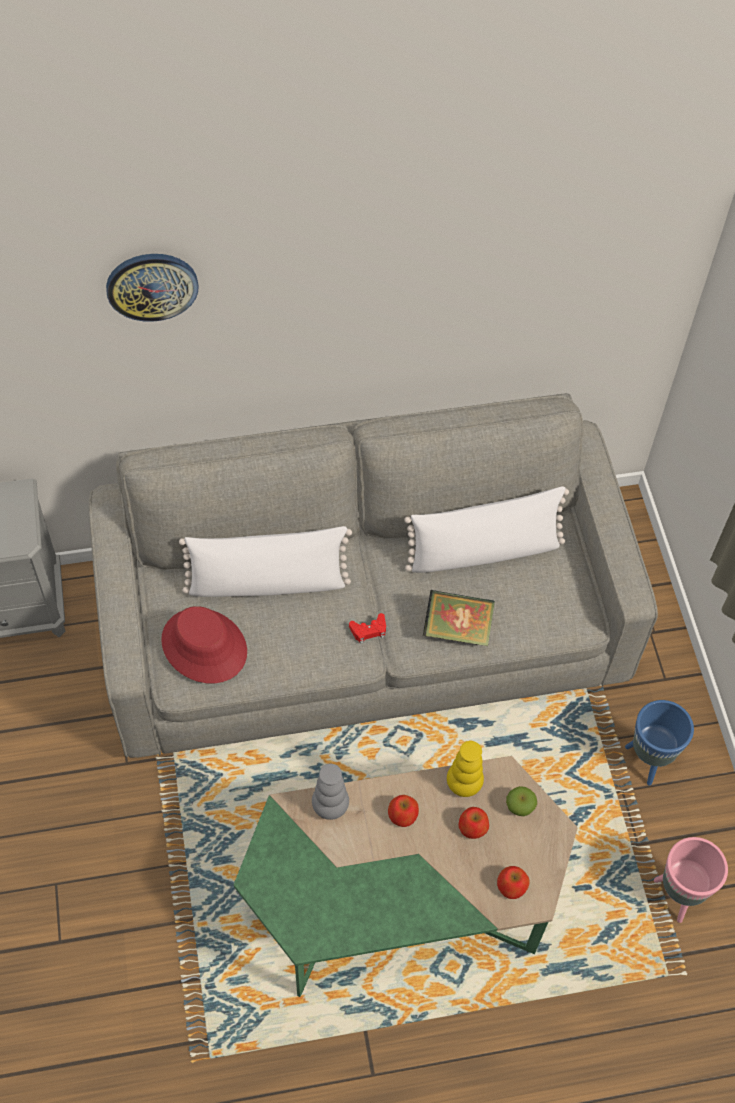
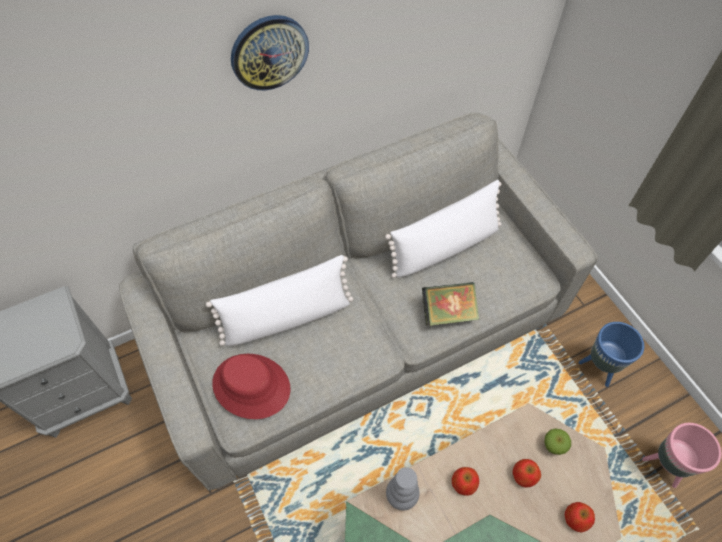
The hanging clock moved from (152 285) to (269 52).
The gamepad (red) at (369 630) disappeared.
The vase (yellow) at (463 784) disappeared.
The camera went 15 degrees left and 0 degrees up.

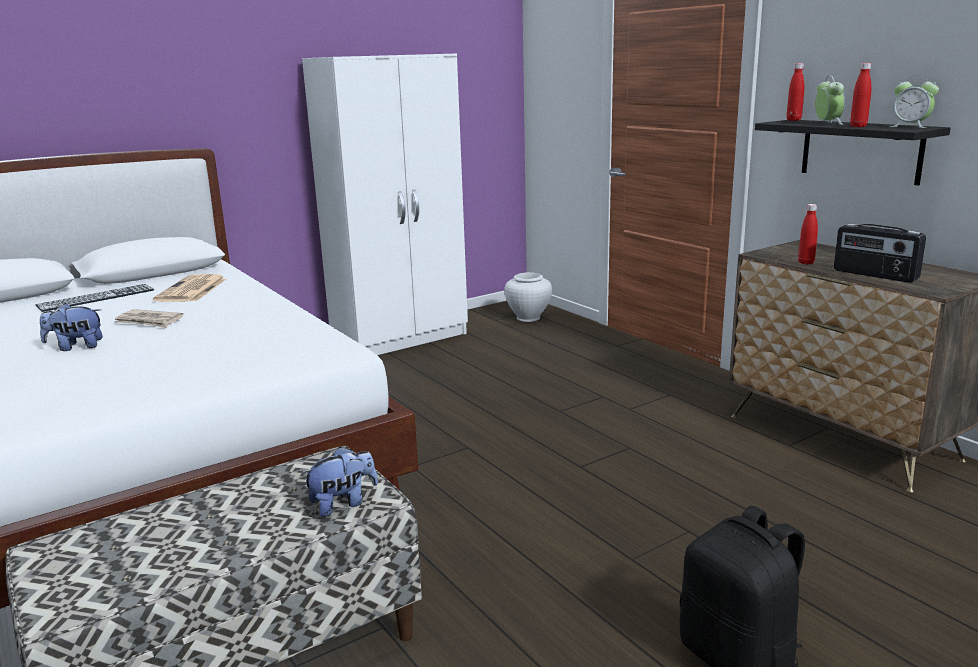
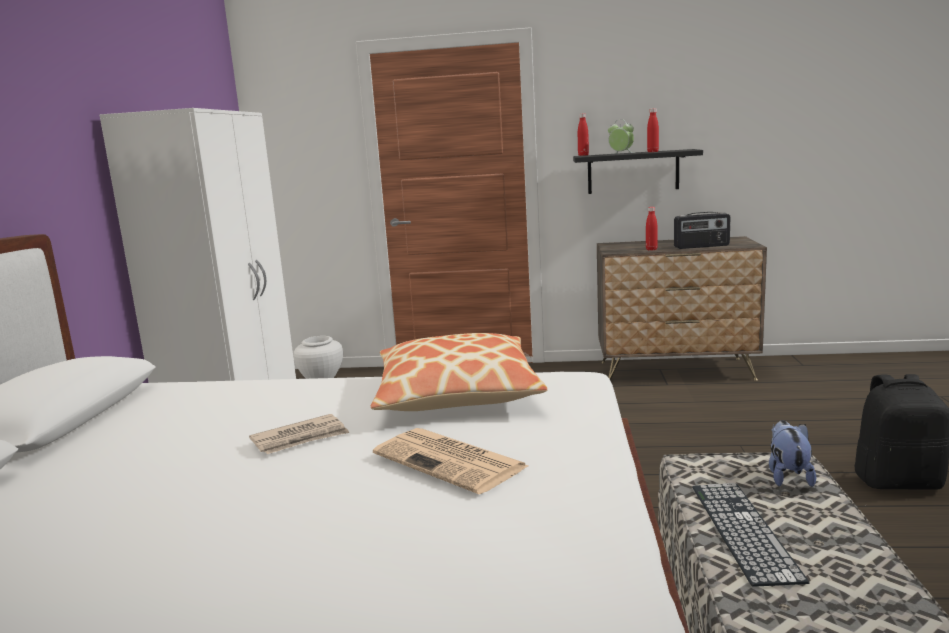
The bedside clock at (910 126) disappeared.
The printed paper moved from (191 290) to (451 461).
The keyboard moved from (96 298) to (743 530).
The cuddly toy at (76 347) disappeared.
The pillow at (456 393) appeared.
The camera went 50 degrees left and 5 degrees down.

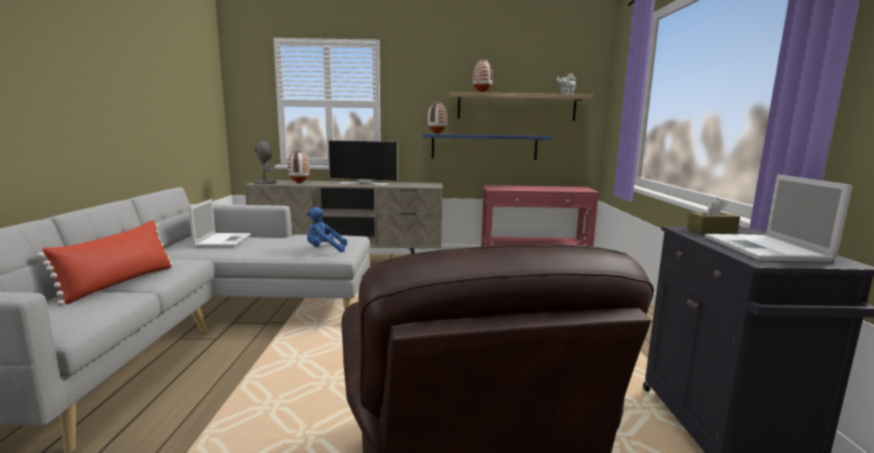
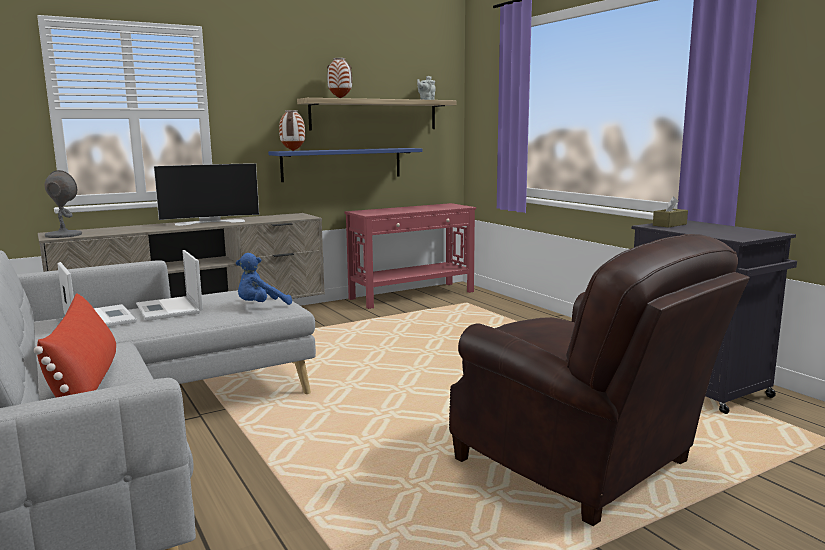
The vase at (299 183) disappeared.
The notebook computer moved from (766 249) to (169 309).
The camera went 30 degrees left and 0 degrees up.

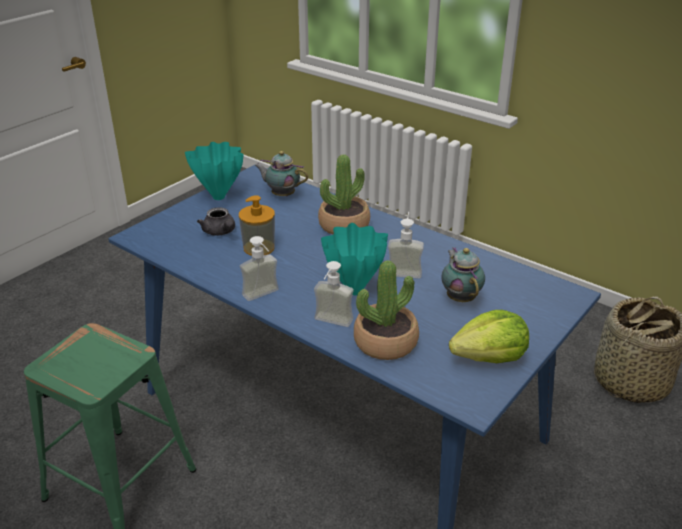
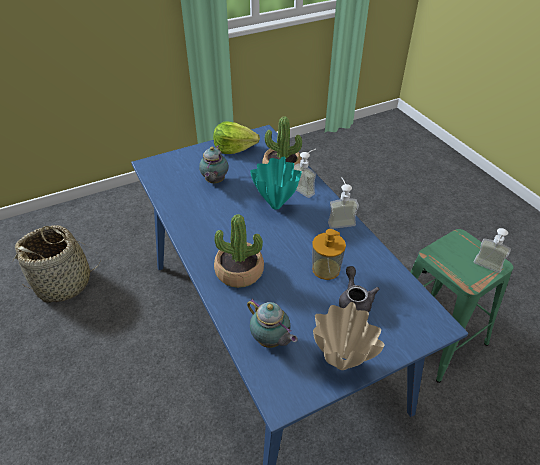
The vase (turquoise) at (220 197) became the vase (beige-coloured) at (340 363).
The soap bottle moved from (404 270) to (485 268).
The camera went 155 degrees left and 10 degrees up.

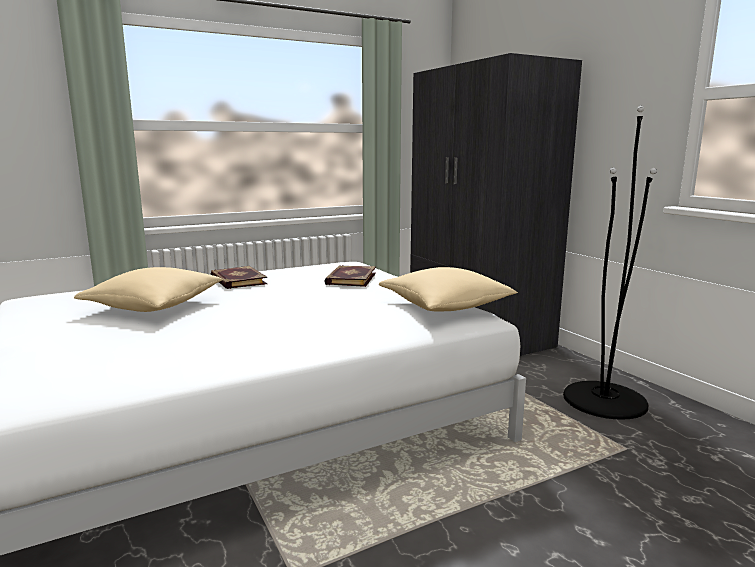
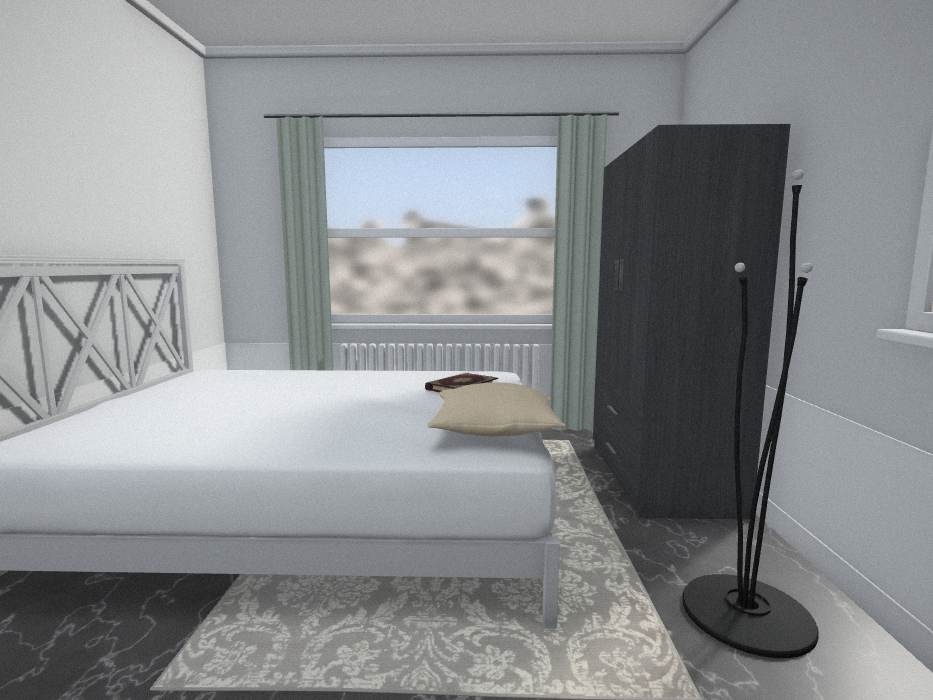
The bound book at (237 280) disappeared.
The pillow (beige-coloured) at (154 306) disappeared.
The camera went 30 degrees right and 5 degrees down.

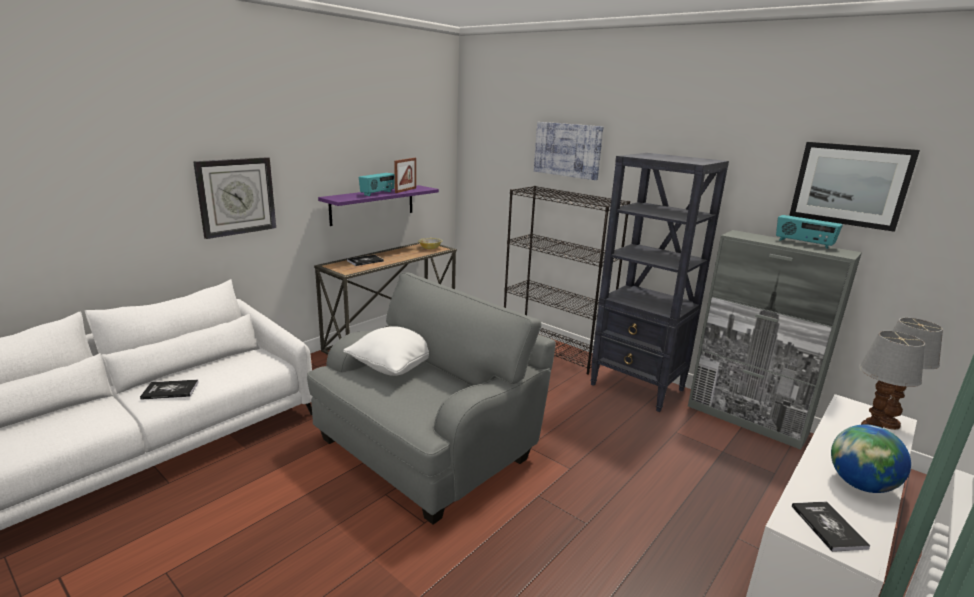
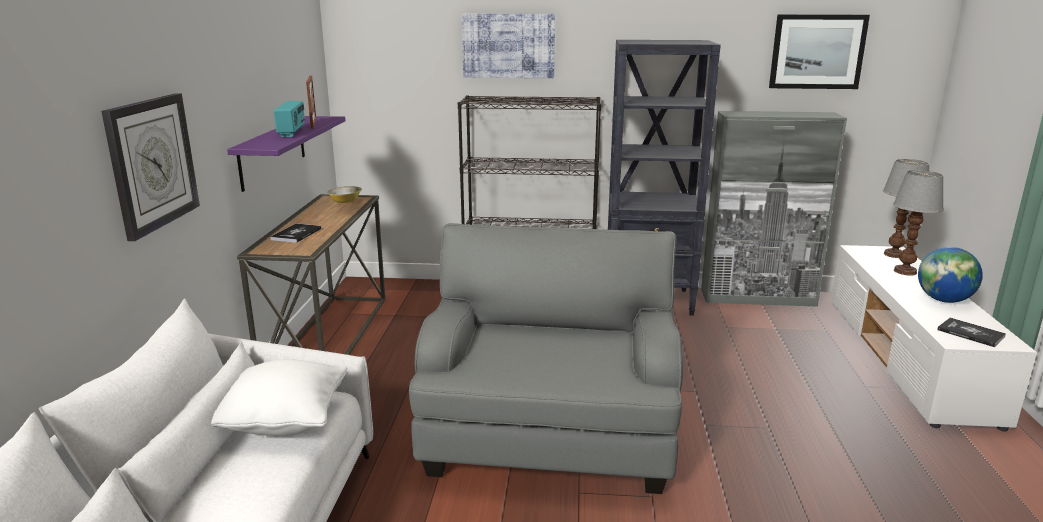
The radio at (803 243) disappeared.
The pillow (whitish) moved from (394 367) to (285 422).
The bound book at (170 390) disappeared.
The camera went 35 degrees left and 0 degrees up.

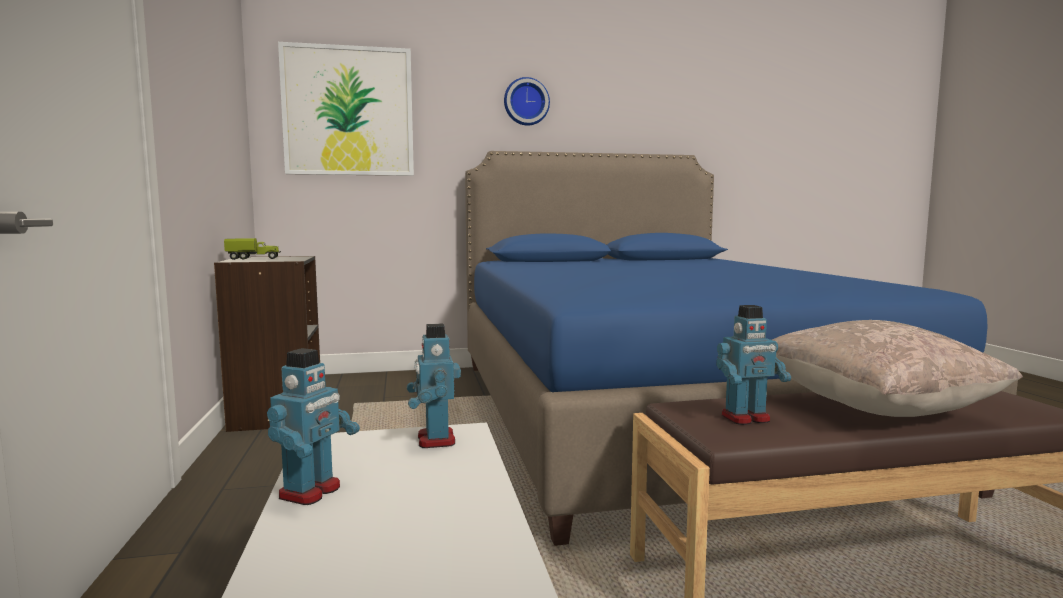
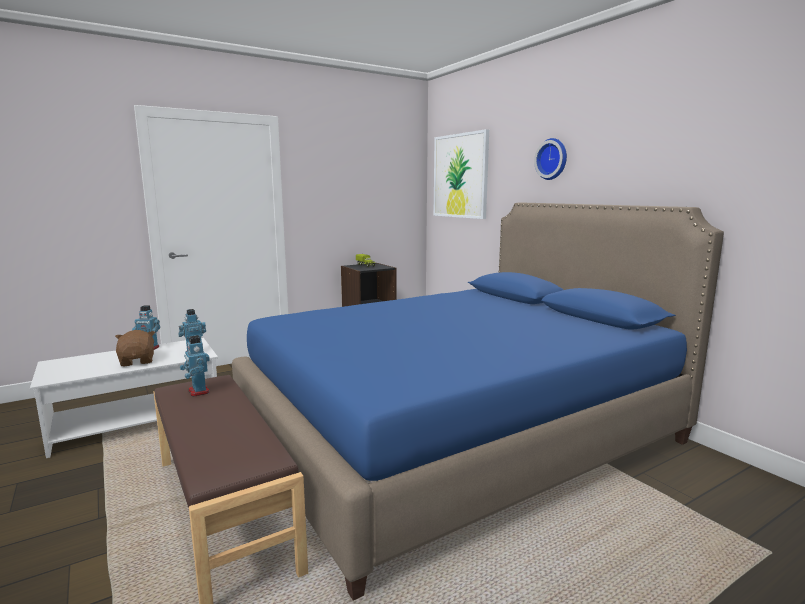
The pillow (beige-coloured) at (875 409) disappeared.
The cuddly toy (brown) at (138 361) appeared.
The camera went 70 degrees right and 5 degrees up.

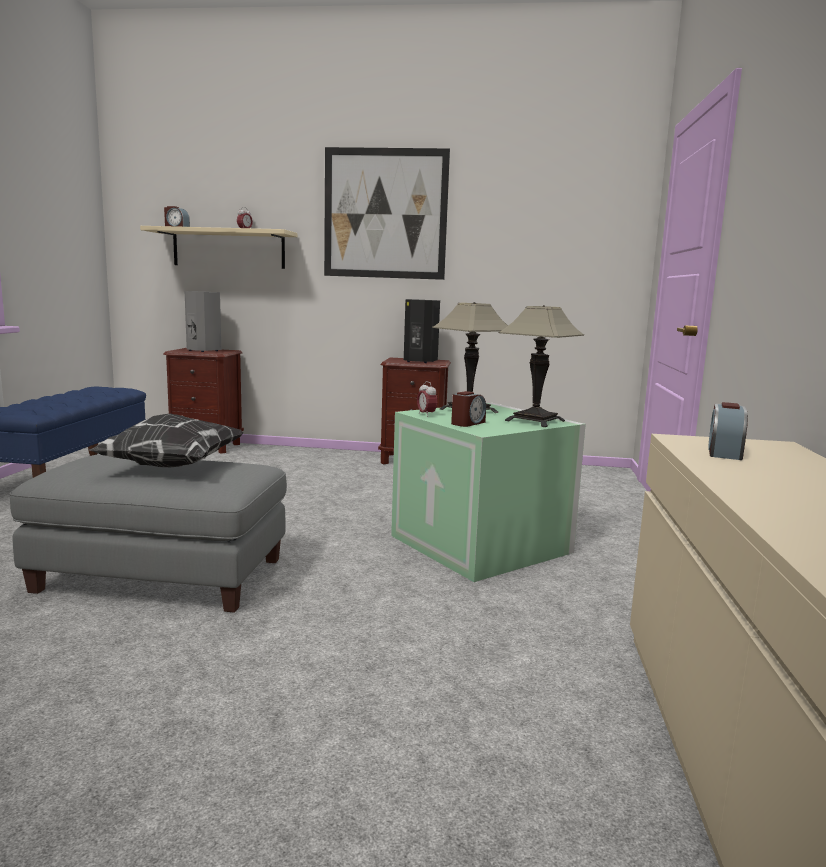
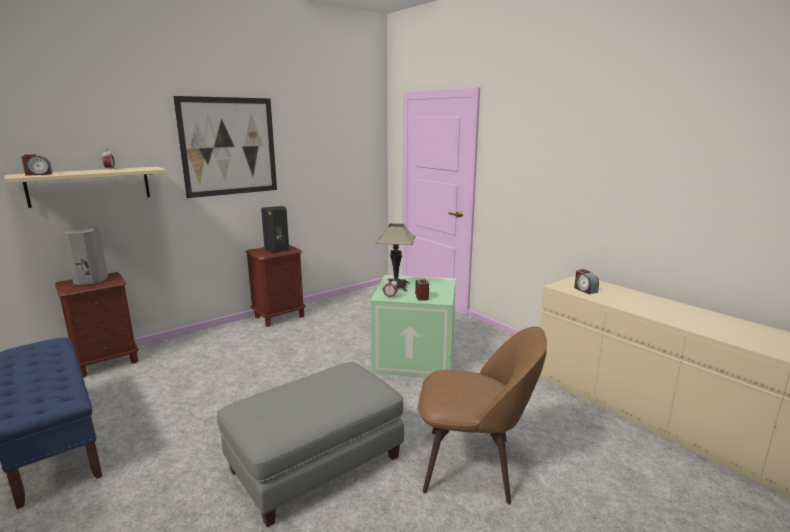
The table lamp at (535 421) disappeared.
The pillow at (171 466) disappeared.
The upright chair (brown) at (473 464) appeared.
The camera went 45 degrees left and 5 degrees up.

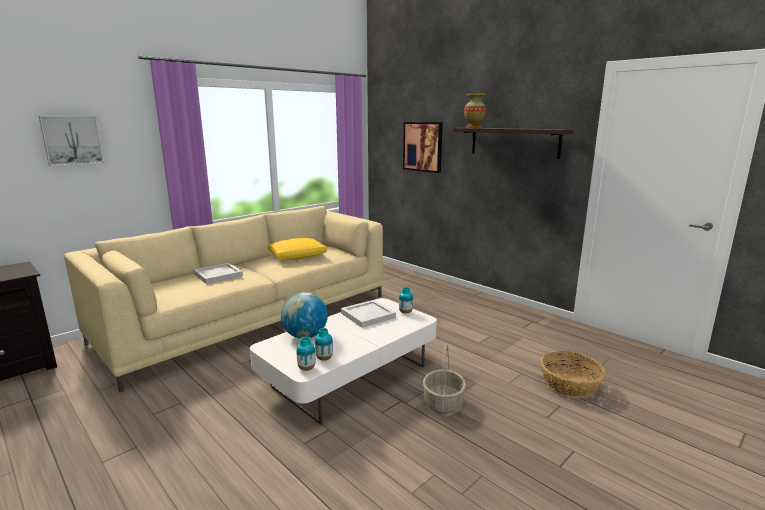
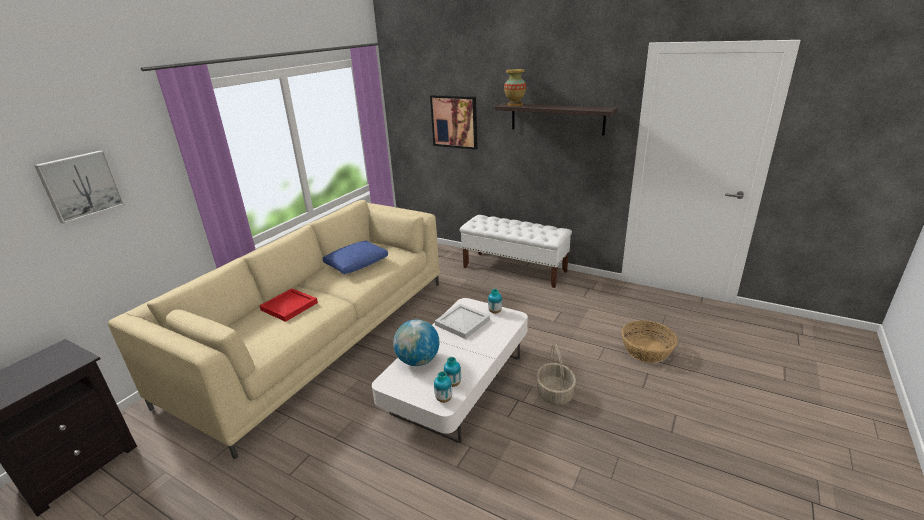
The pillow (yellow) at (298 256) became the pillow (bluish) at (357 264).
The serving tray (whitish) at (217 275) became the serving tray (red) at (289 307).
The long seat (whitish) at (514 269) appeared.
The camera went 15 degrees left and 10 degrees up.

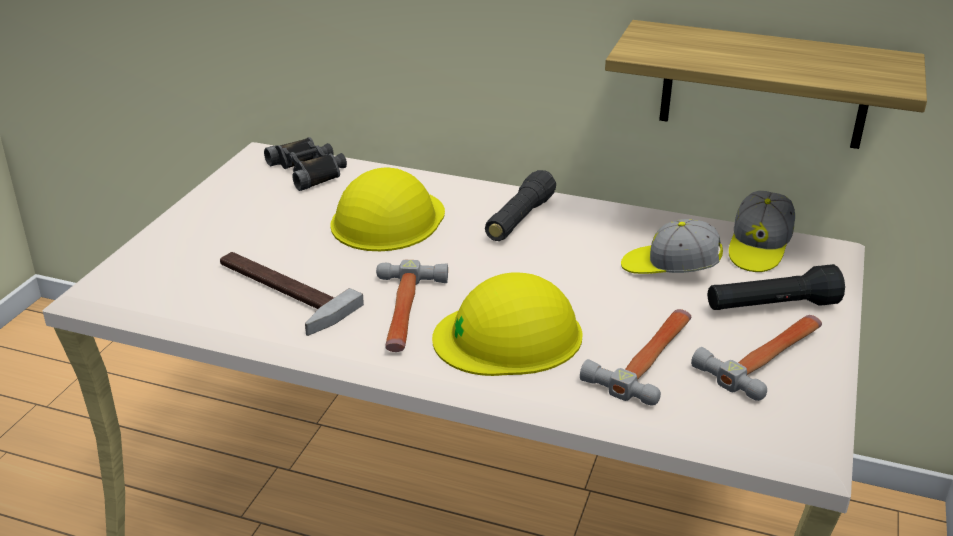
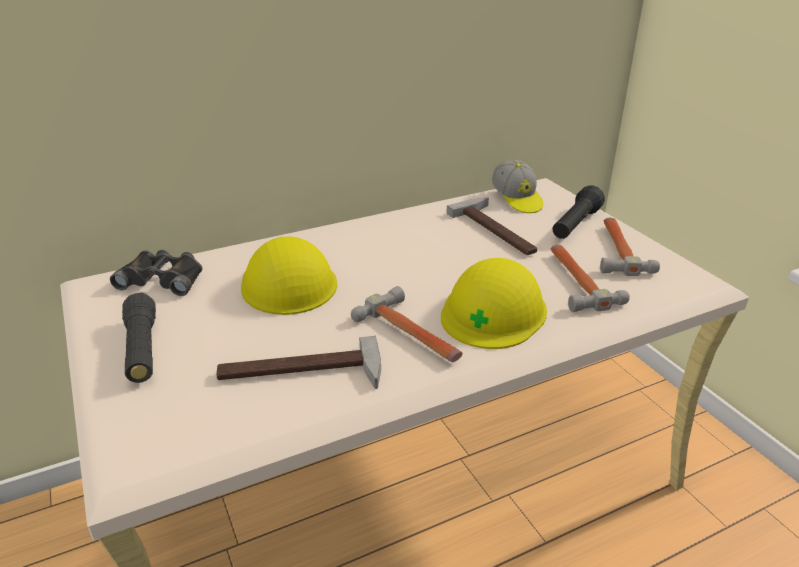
The wall shelf at (764 85) disappeared.
The torch (blackish) moved from (519 219) to (142 349).
The baseball cap at (669 269) was replaced by the hand hammer at (499 230).
The camera went 45 degrees left and 0 degrees up.

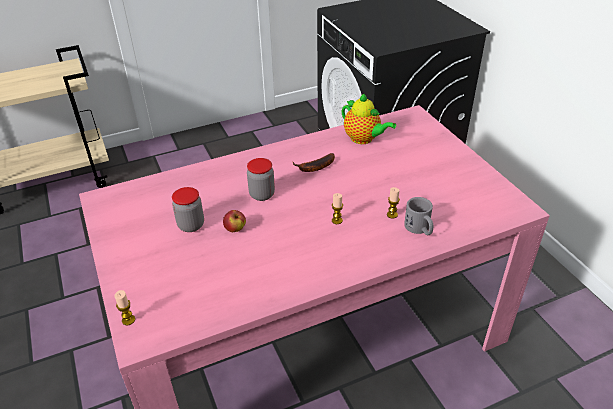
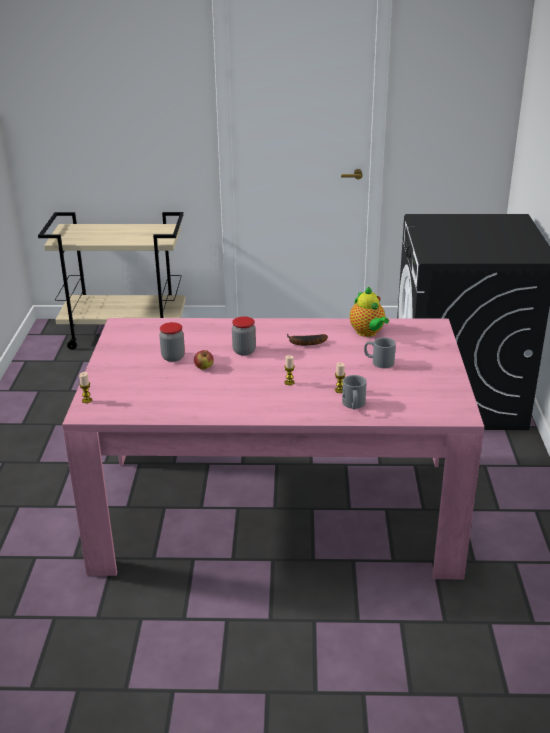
The mug (gray) at (378 361) appeared.
The camera went 25 degrees right and 10 degrees down.

